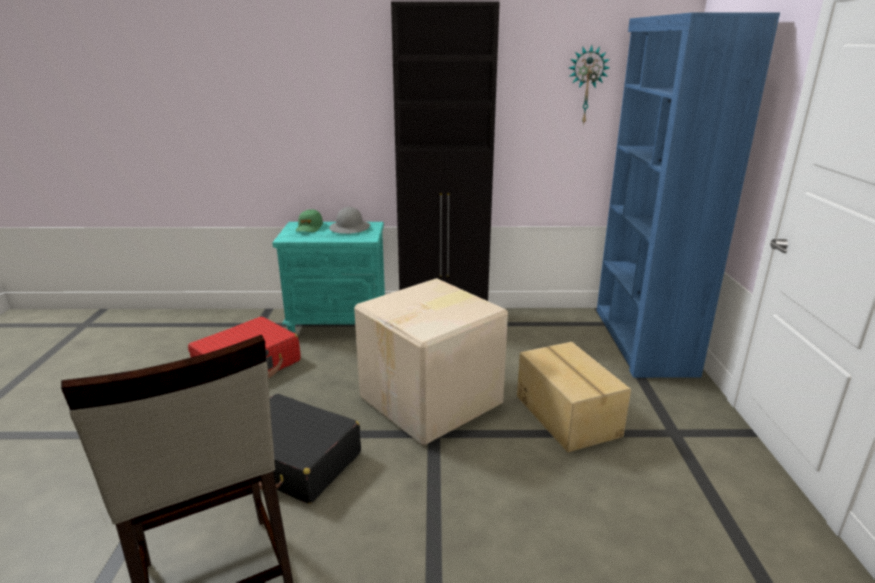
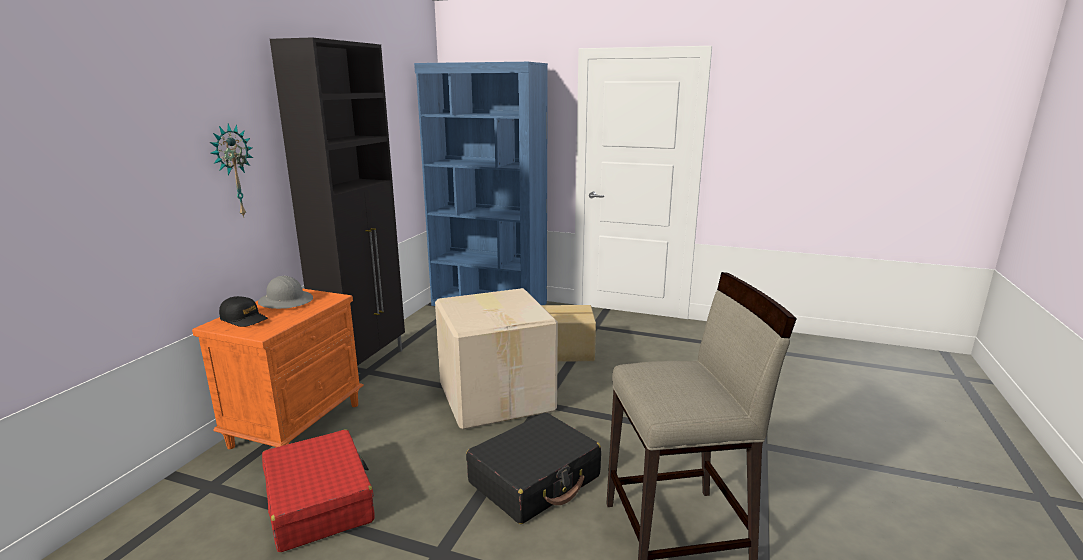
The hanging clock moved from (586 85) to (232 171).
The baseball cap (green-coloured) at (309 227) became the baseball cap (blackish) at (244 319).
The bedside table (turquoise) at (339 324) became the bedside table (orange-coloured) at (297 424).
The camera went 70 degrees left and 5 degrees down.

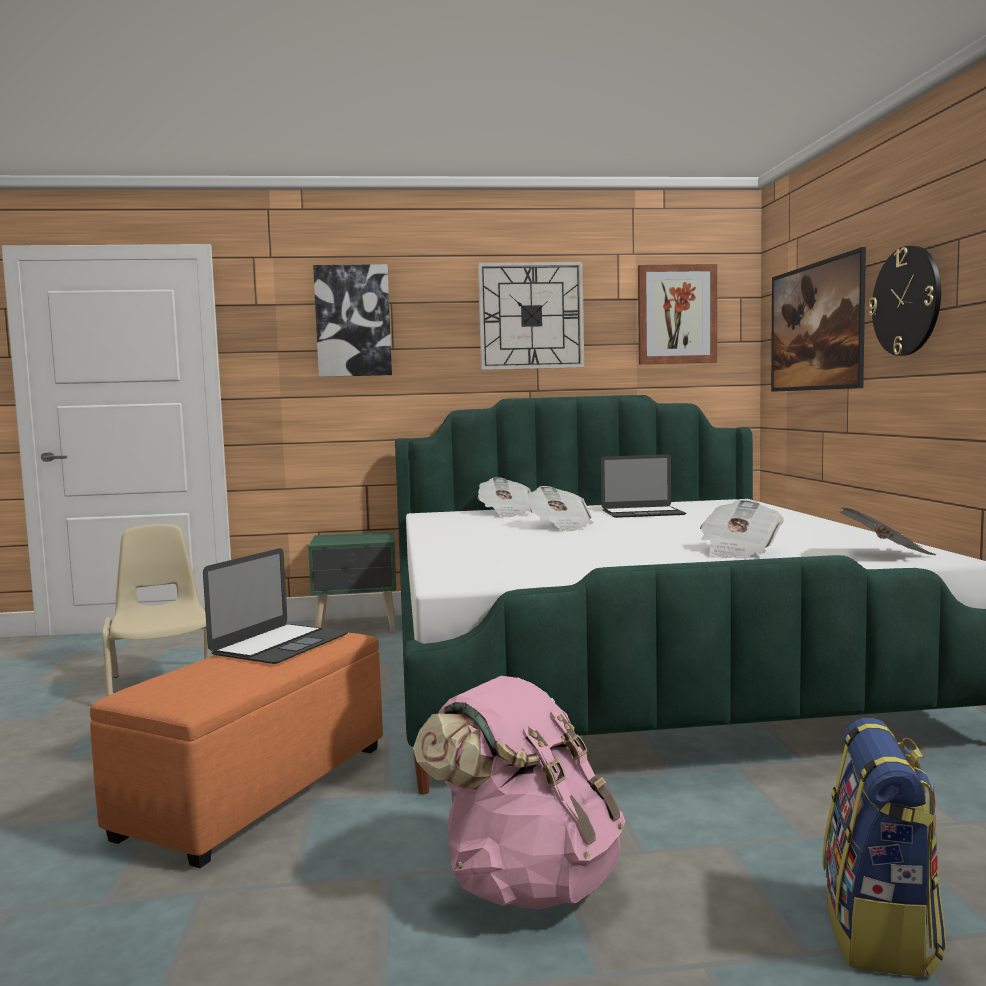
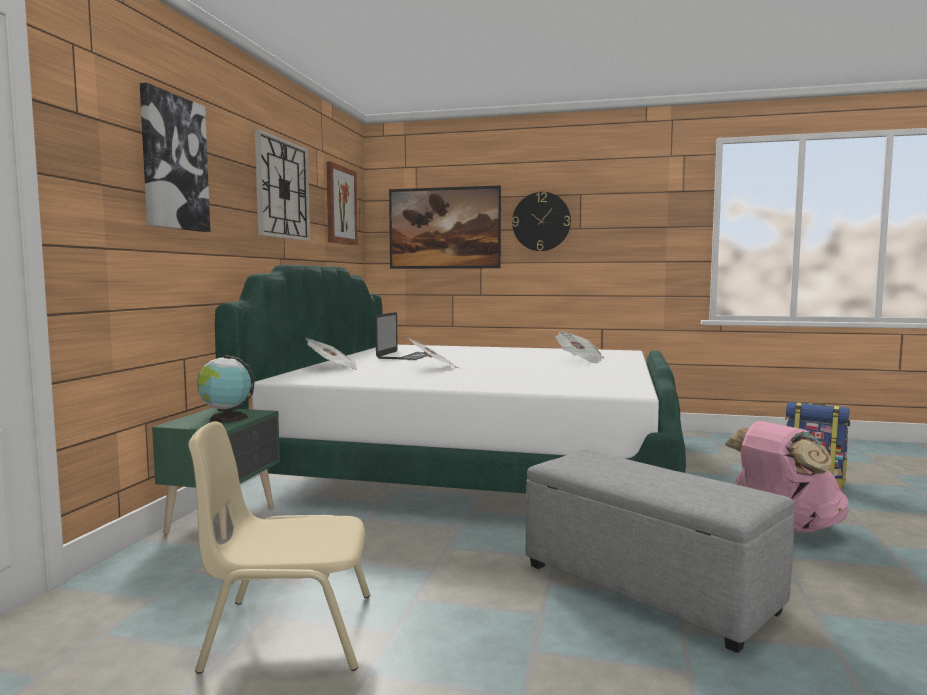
The printed paper at (886 555) disappeared.
The notebook computer at (280 644) disappeared.
The ottoman (orange-coloured) at (258 789) became the ottoman (gray) at (645 587).
The desk globe at (226 418) appeared.
The camera went 70 degrees left and 0 degrees up.

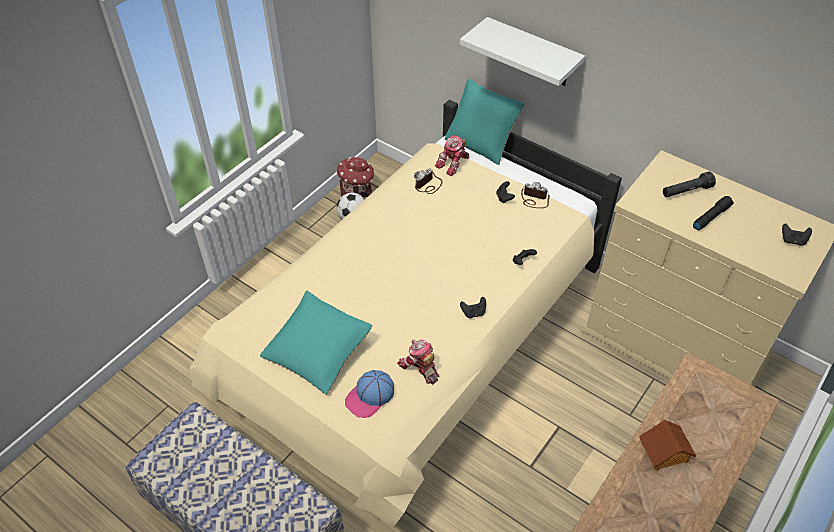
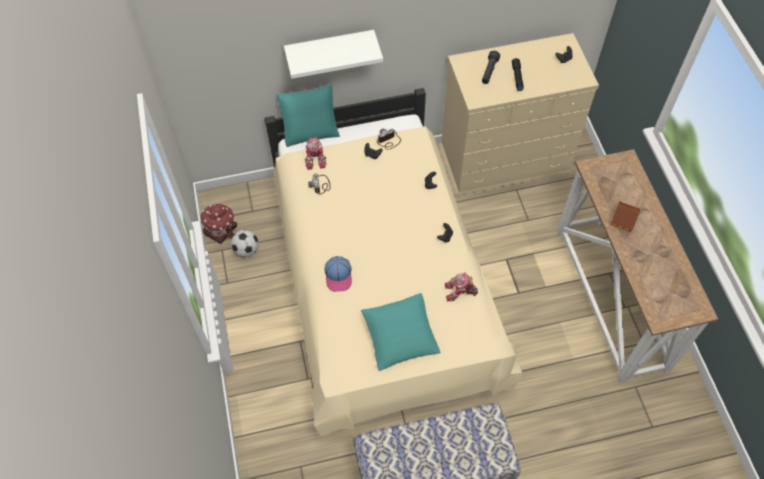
The baseball cap moved from (370 397) to (338 276).
The camera went 50 degrees left and 10 degrees up.

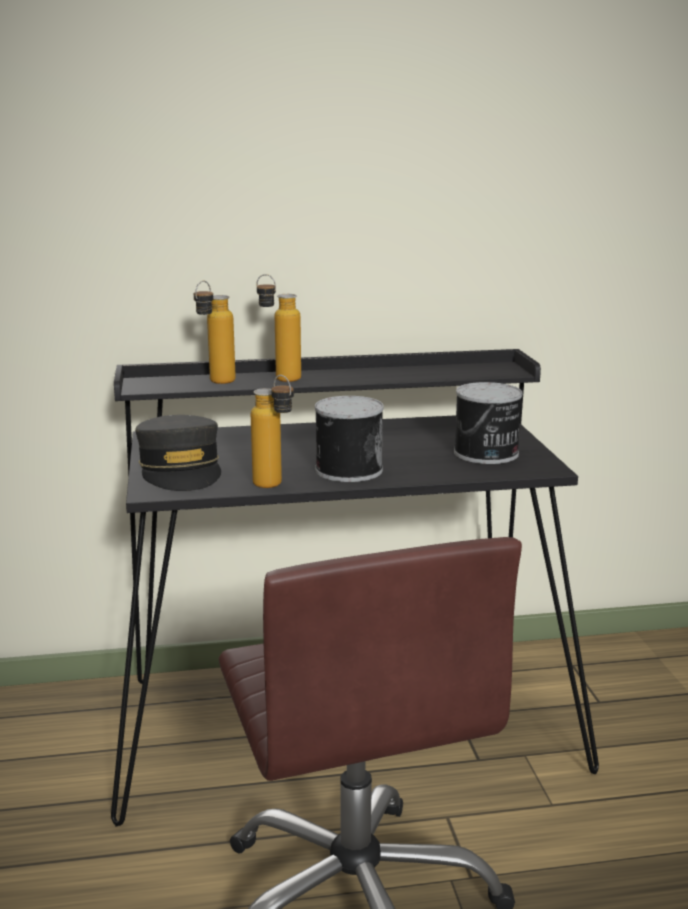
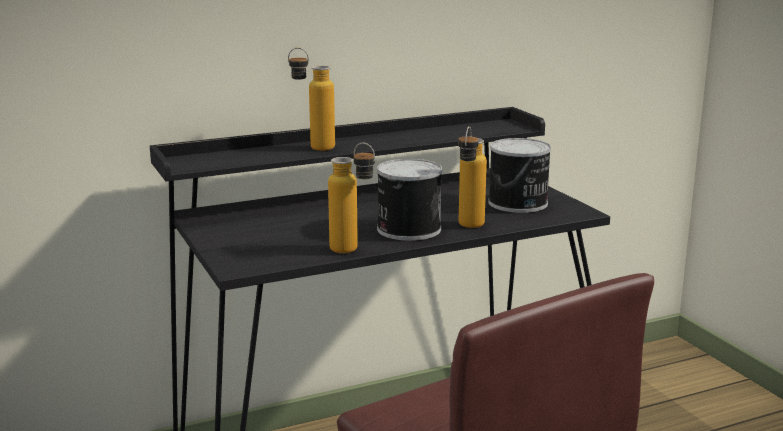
The drink bottle moved from (215 383) to (468 228).
The baseball cap (gray) at (181 470) disappeared.
The camera went 15 degrees left and 0 degrees up.

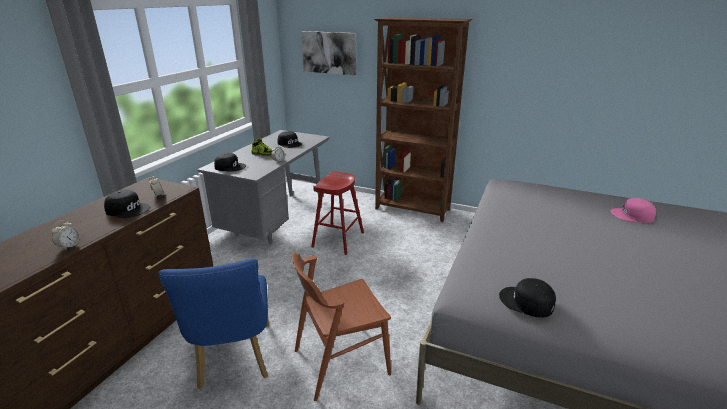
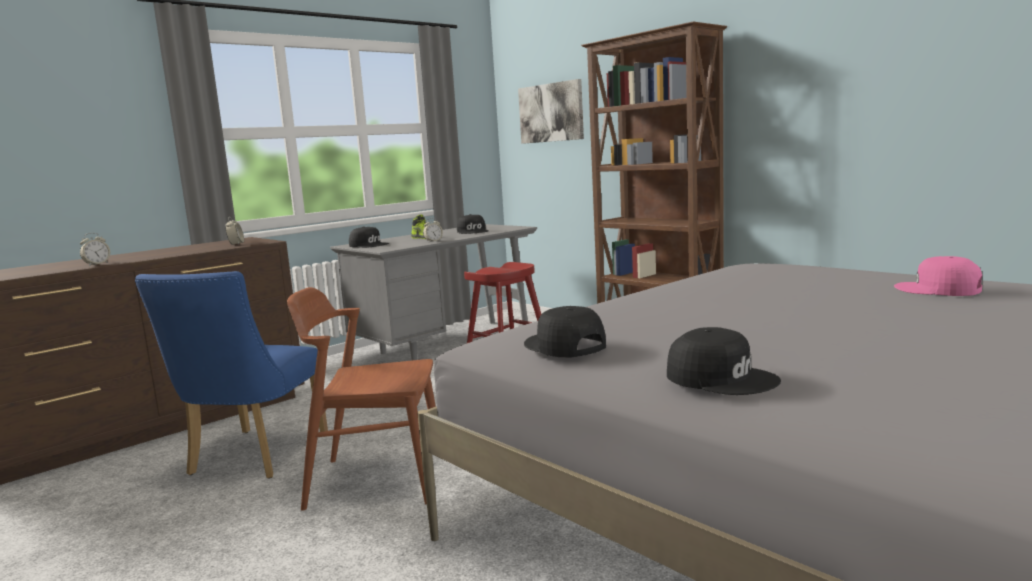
The baseball cap (blackish) moved from (128 209) to (721 377).
The camera went 25 degrees right and 15 degrees down.

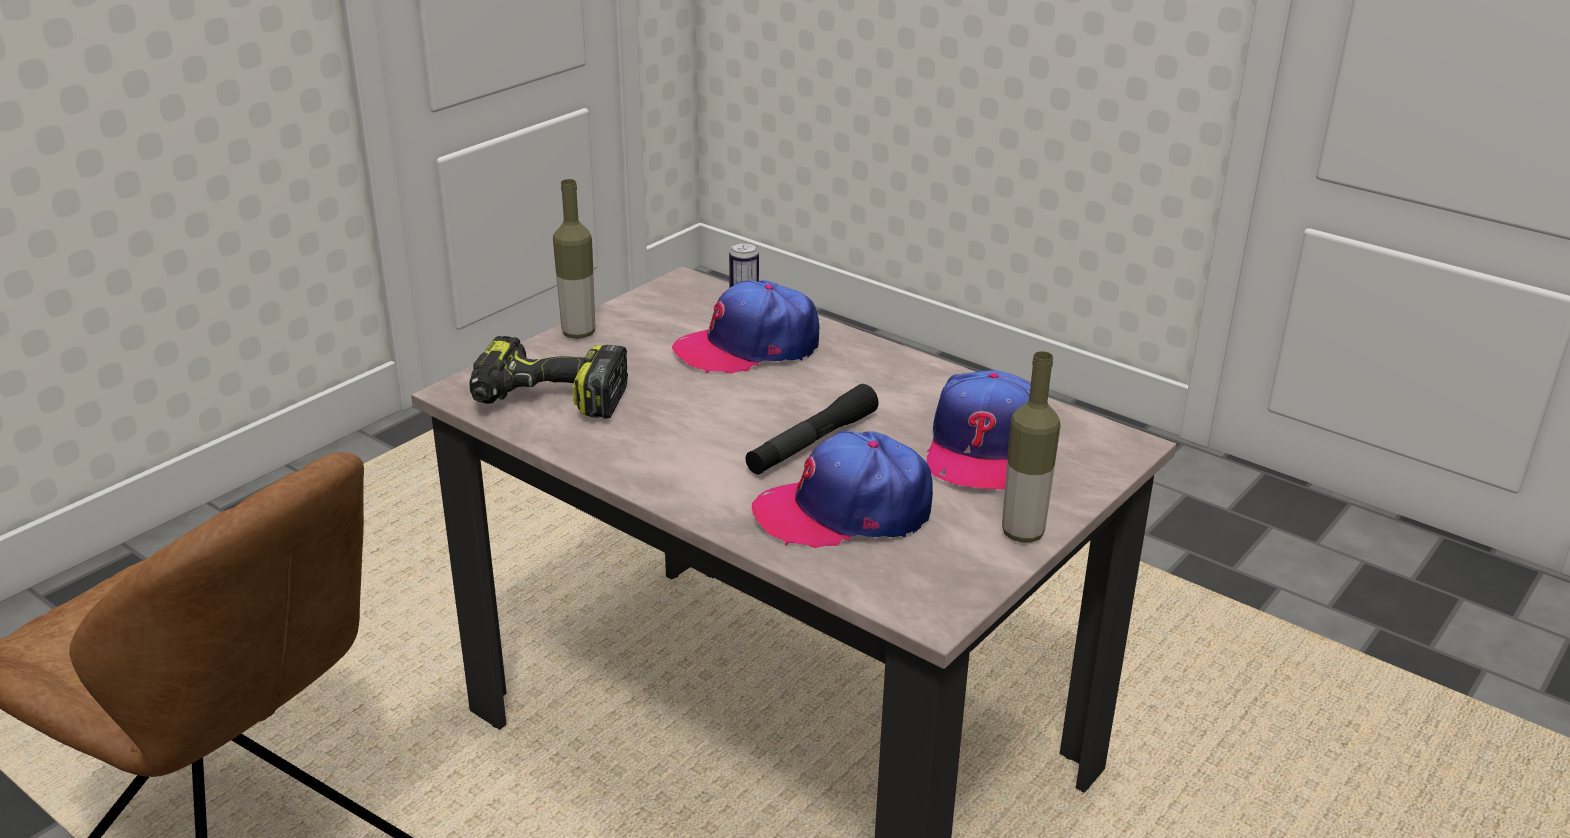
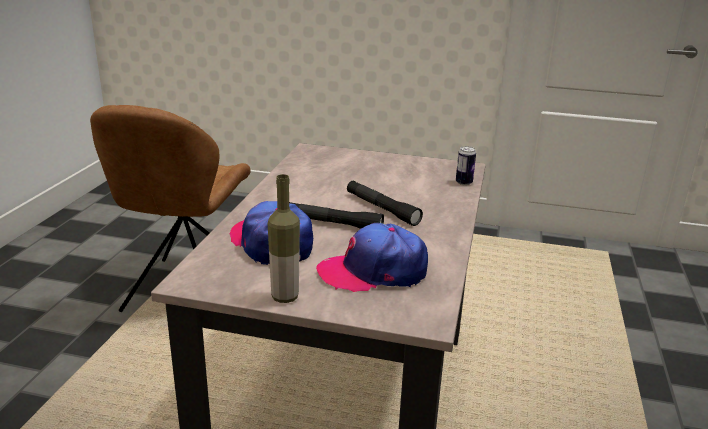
The drink bottle at (578 333) disappeared.
The baseball cap at (748 346) disappeared.
The drill at (547 401) disappeared.
The torch (blackish) at (382 209) appeared.
The camera went 65 degrees right and 5 degrees down.

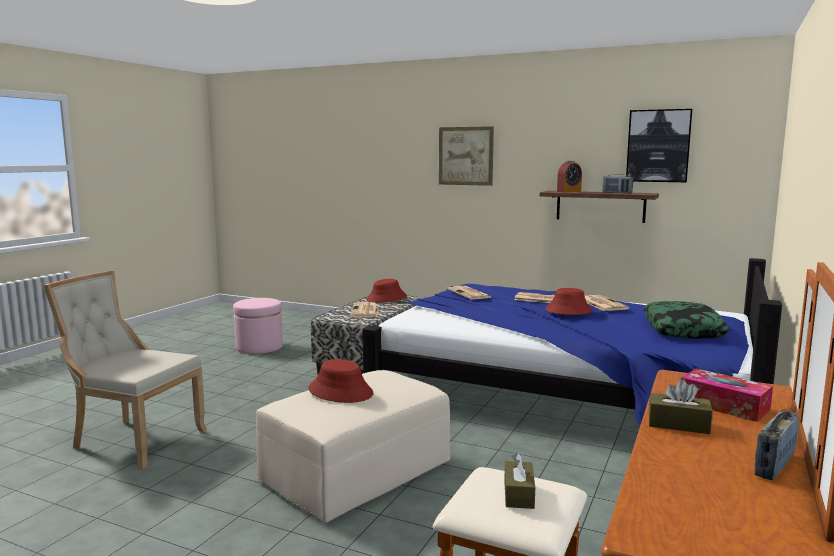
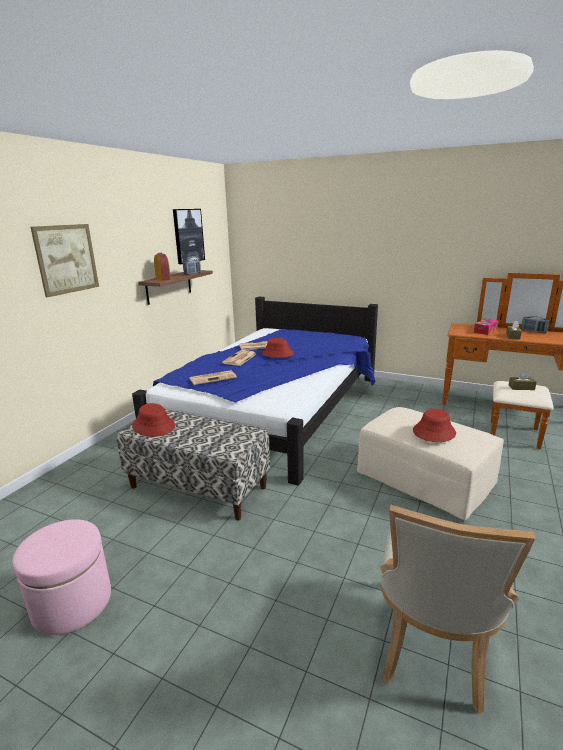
The pillow at (683 330) disappeared.
The printed paper at (365 311) disappeared.
The camera went 90 degrees left and 10 degrees up.

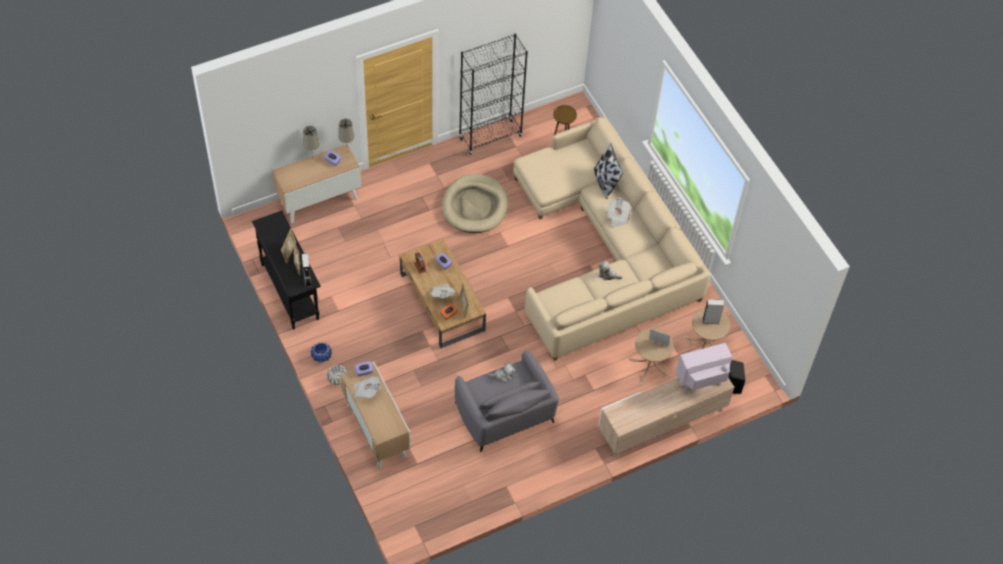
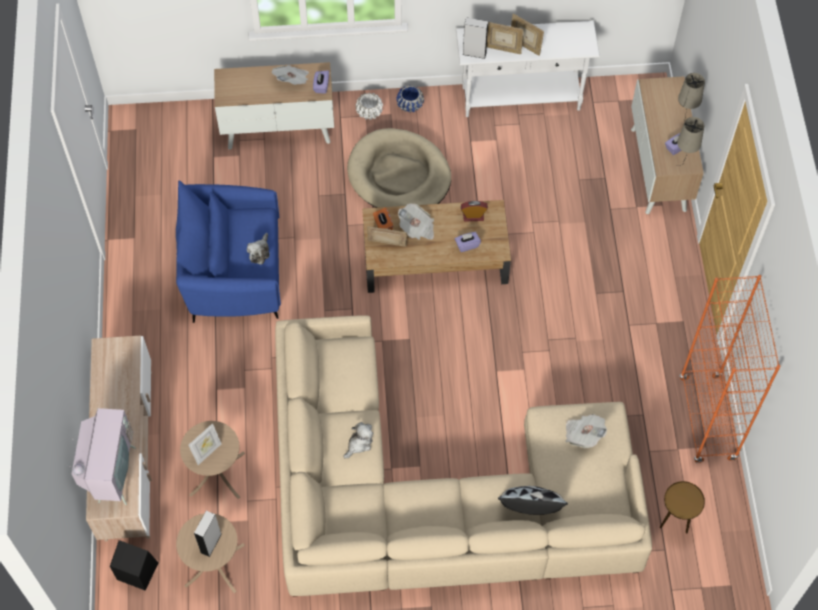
The bookshelf (blackish) at (490 137) became the bookshelf (orange-coloured) at (707 419).
The pet bed (beige-coloured) moved from (475 206) to (399 175).
The printed paper moved from (617 217) to (583 434).
The hall table (blackish) at (290 291) became the hall table (whitish) at (521 99).
The armchair (gray) at (504 414) became the armchair (bluish) at (233 271).
The camera went 115 degrees right and 5 degrees up.

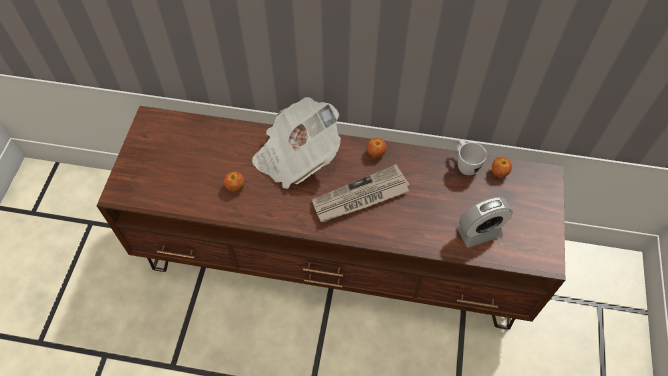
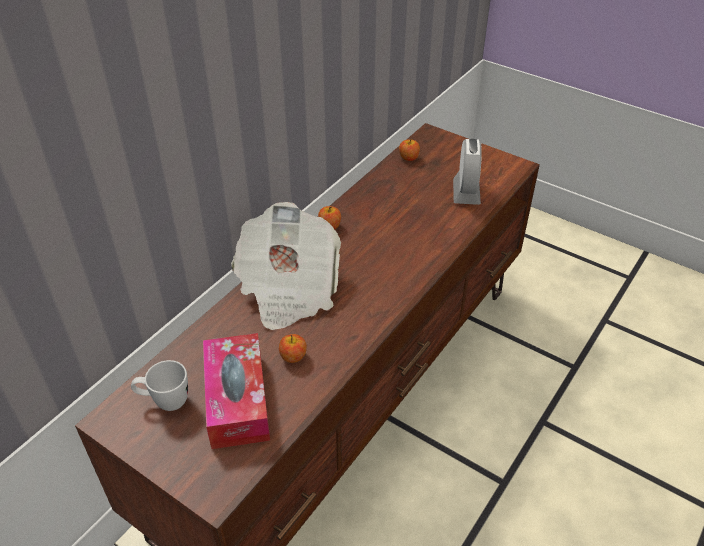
The mug (whitish) moved from (464 164) to (164 401).
The printed paper at (360 197) disappeared.
The tissue box at (237 400) appeared.
The camera went 65 degrees left and 15 degrees down.

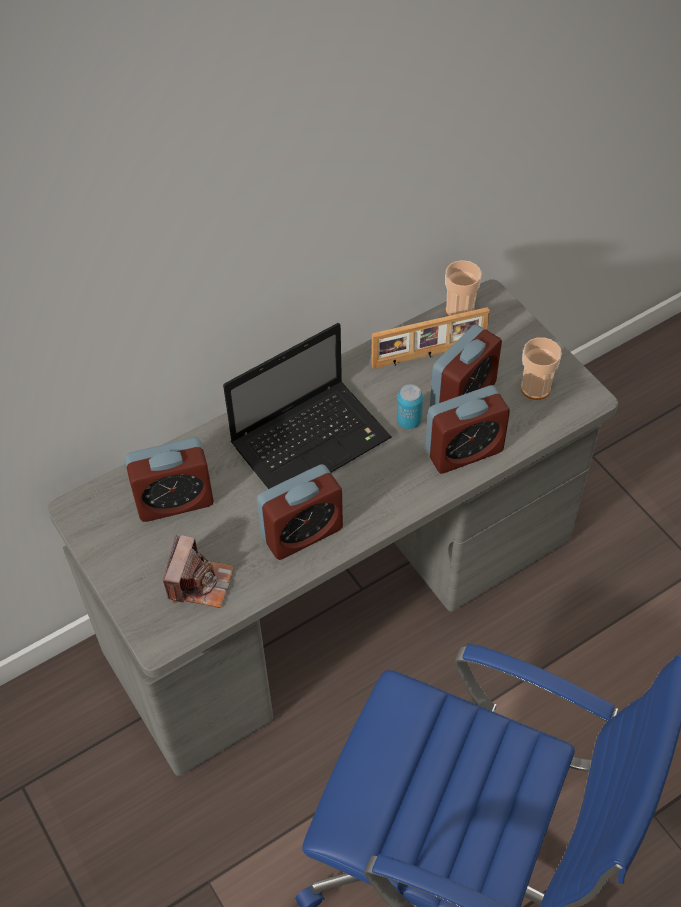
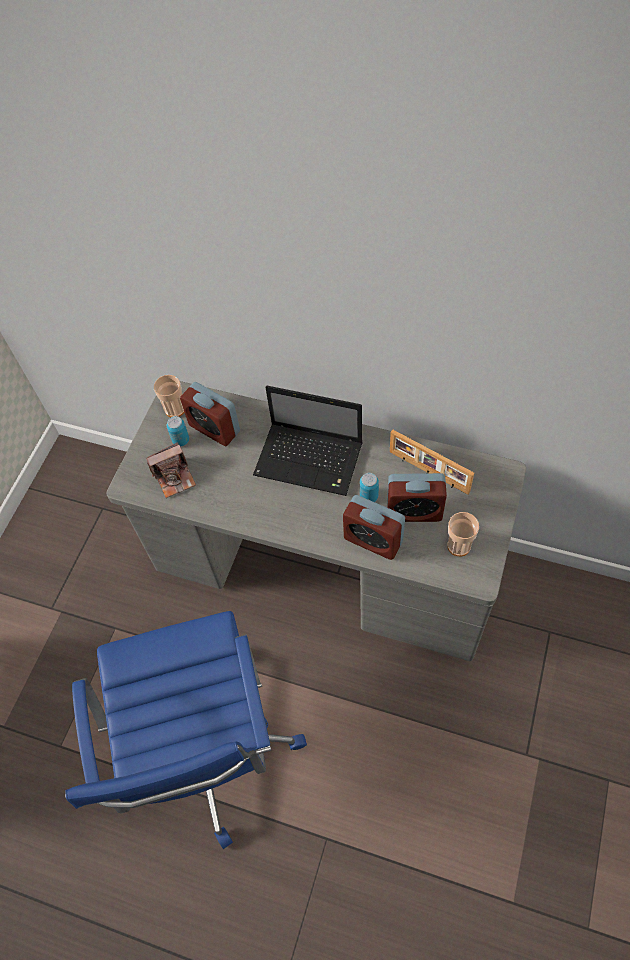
The drinking cup moved from (459 311) to (175 409).
The bedside clock at (302 533) disappeared.
The metal can at (181 440) appeared.
The camera went 55 degrees right and 5 degrees up.

